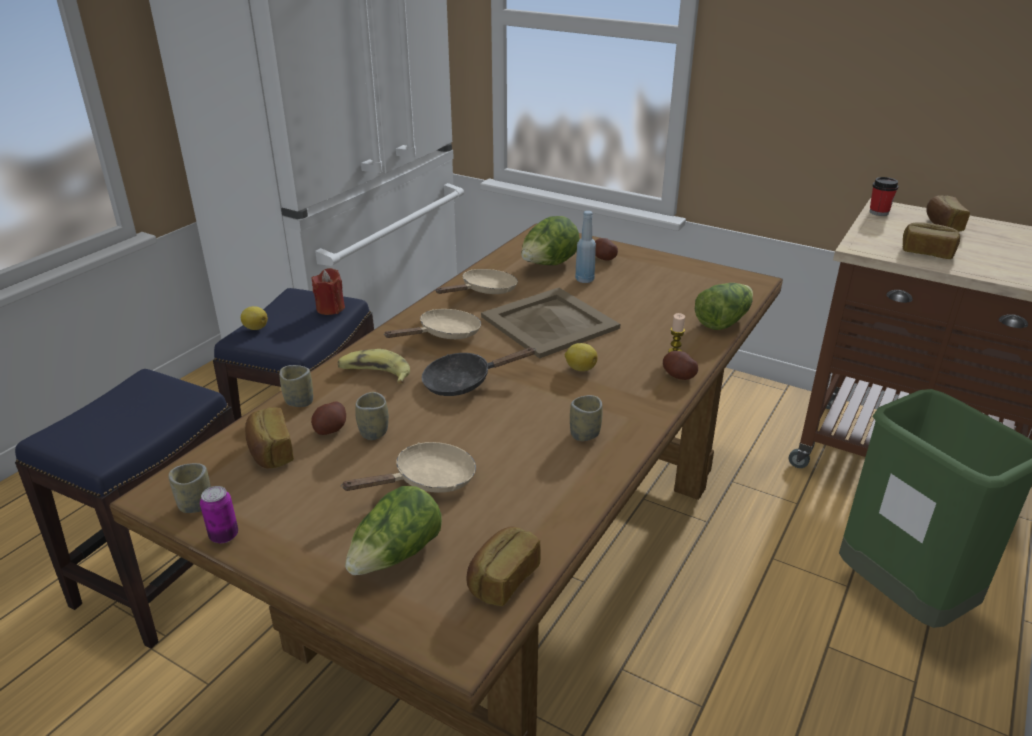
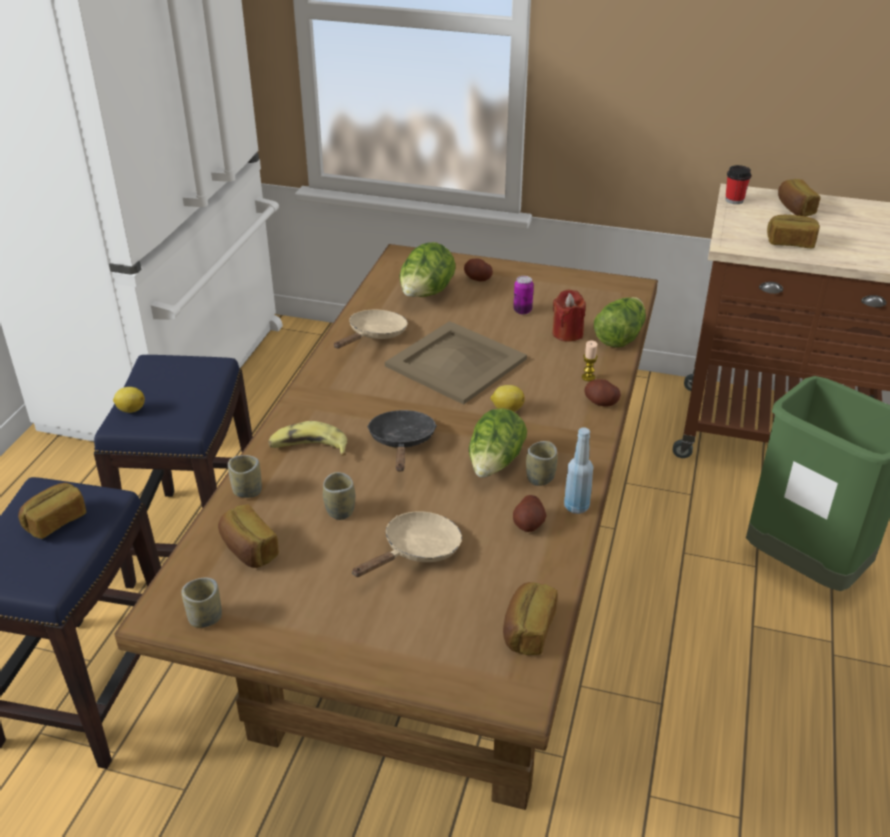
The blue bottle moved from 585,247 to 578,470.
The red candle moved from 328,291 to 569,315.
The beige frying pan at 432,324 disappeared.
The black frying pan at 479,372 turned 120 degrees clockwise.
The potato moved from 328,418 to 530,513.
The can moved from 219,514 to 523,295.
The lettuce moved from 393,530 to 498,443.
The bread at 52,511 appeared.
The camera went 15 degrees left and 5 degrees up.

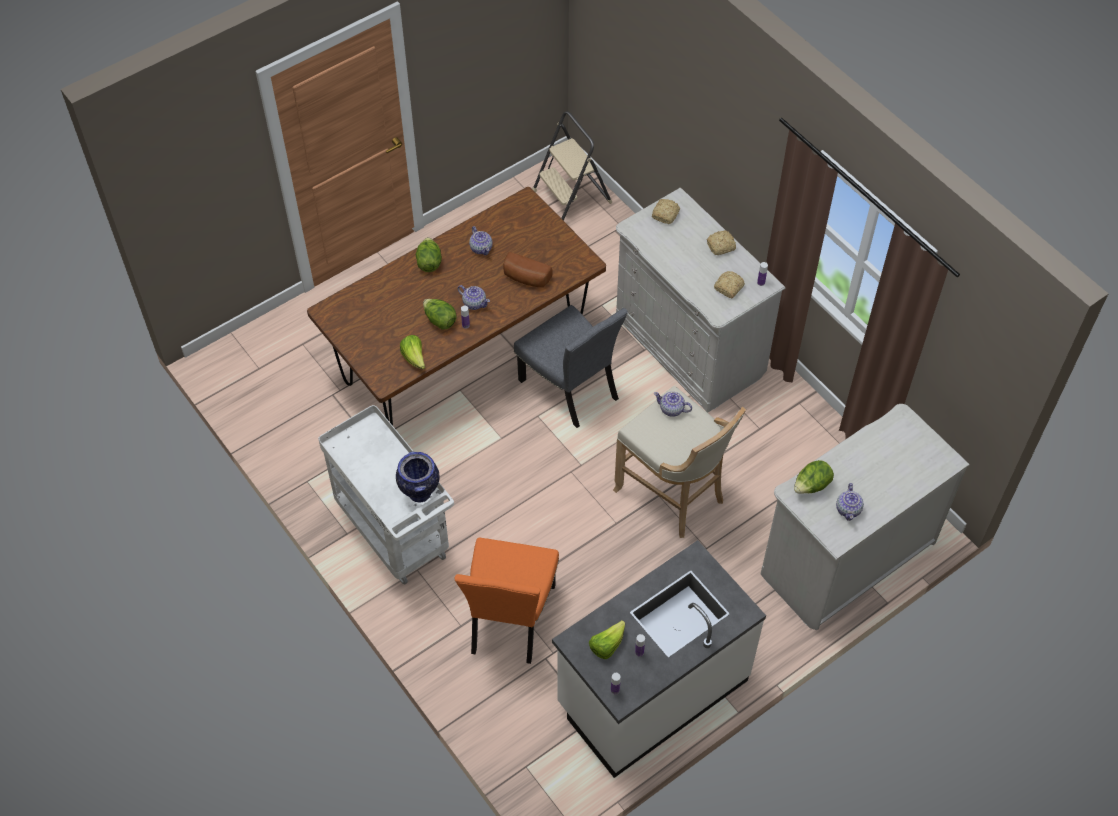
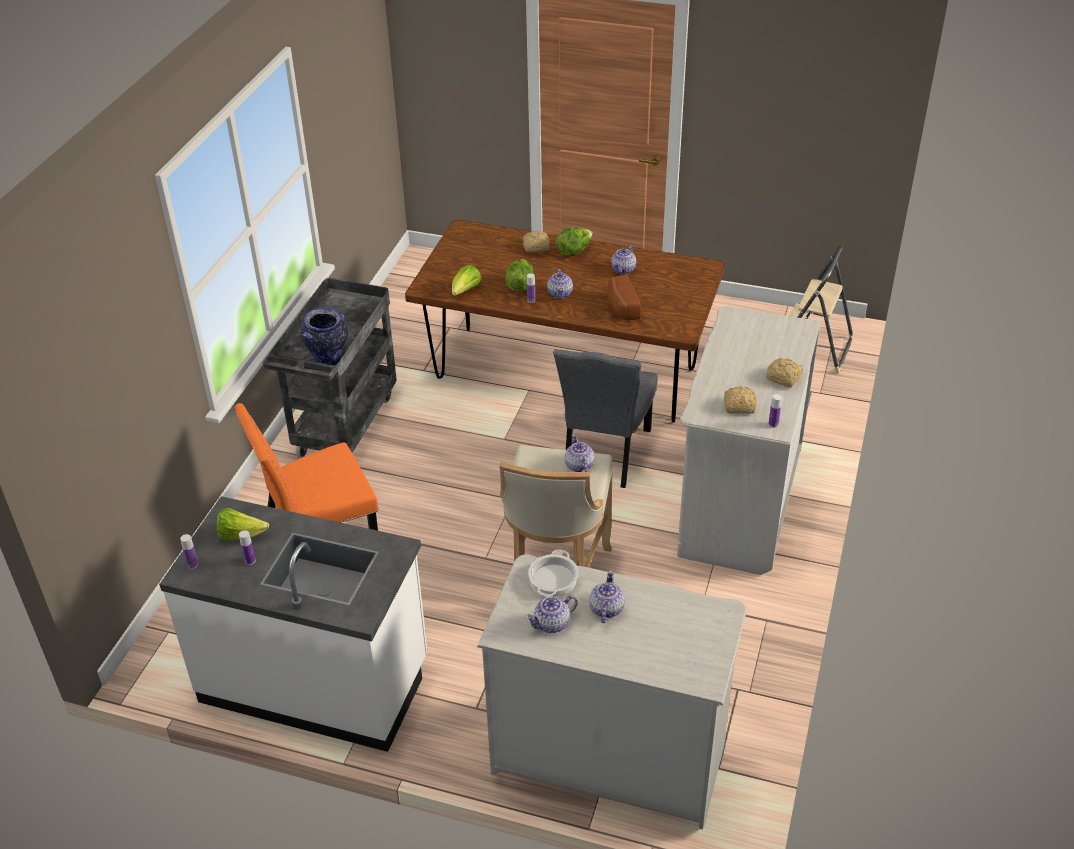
The bread moved from 666,211 to 536,241.
The white cart at 386,494 became the black cart at 330,368.
The lettuce at 814,477 was replaced by the cooking pot at 553,573.
The teapot at 607,596 appeared.
The camera went 55 degrees right and 15 degrees down.

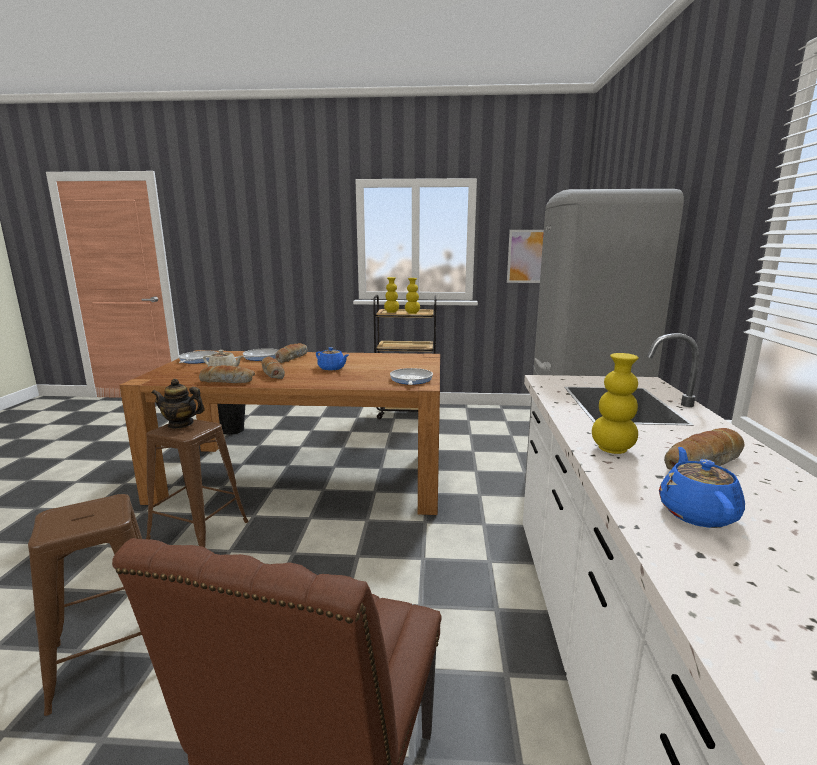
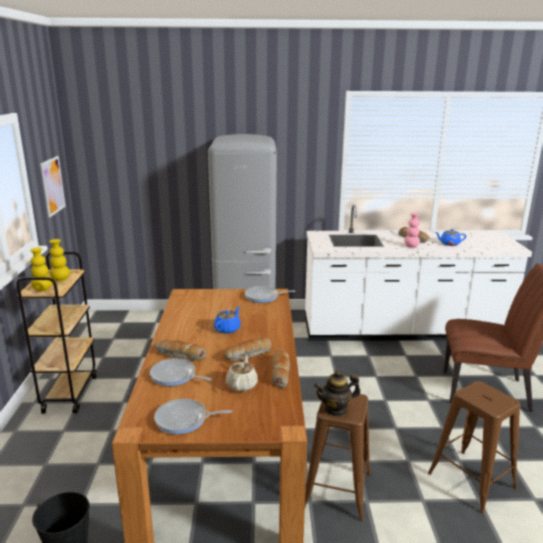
The yellow vase at 615,403 became the pink vase at 412,230.
The teapot at 178,404 turned 75 degrees clockwise.
The camera went 95 degrees left and 5 degrees up.

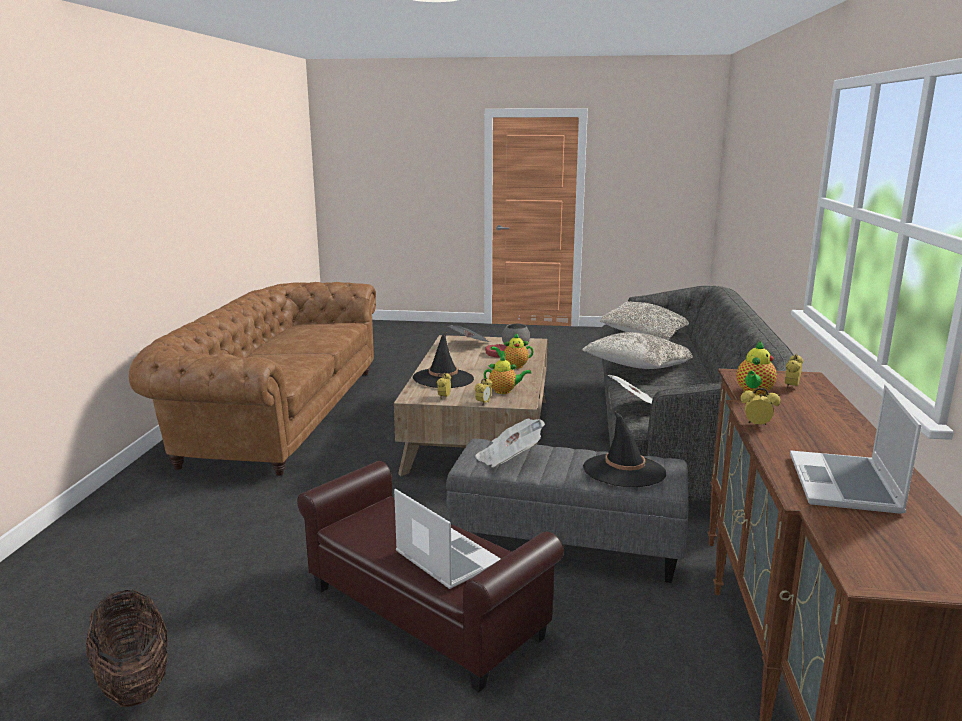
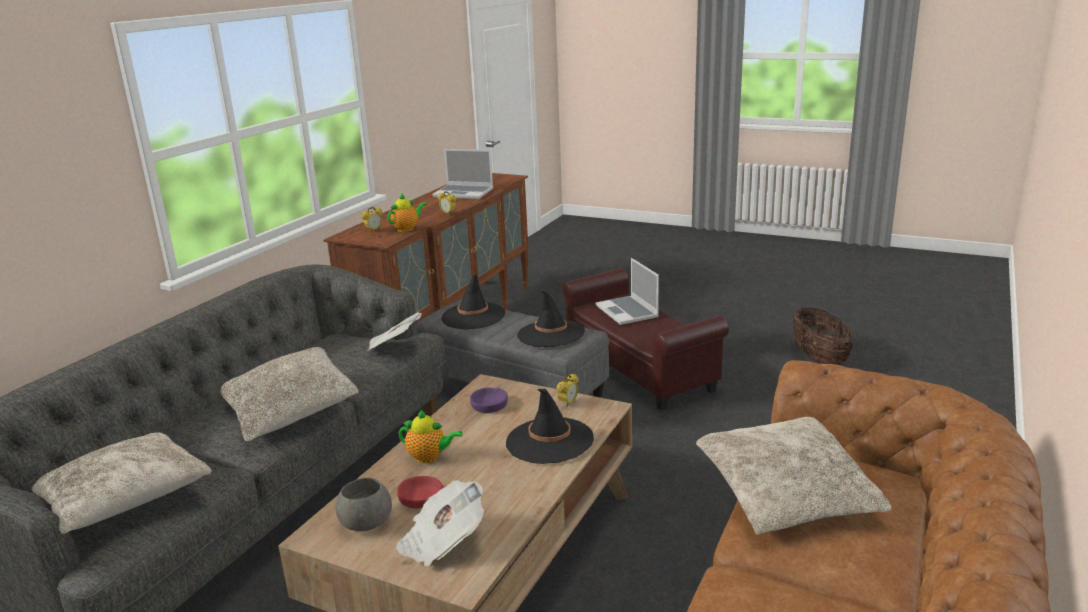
The teapot at 507,374 was replaced by the purple bowl at 489,400.
The alarm clock at 484,392 disappeared.
The laptop at 855,449 turned 75 degrees clockwise.
The newspaper at 510,443 was replaced by the black hat at 551,319.
The beige pillow at 793,476 appeared.
The camera went 160 degrees left and 5 degrees up.

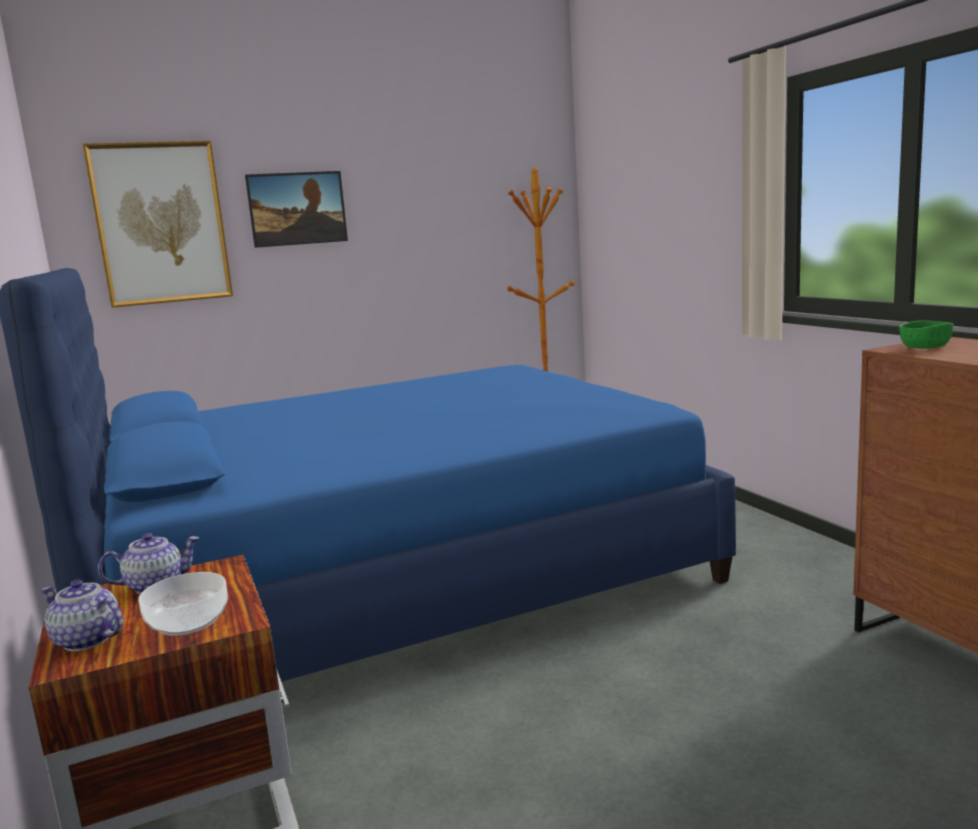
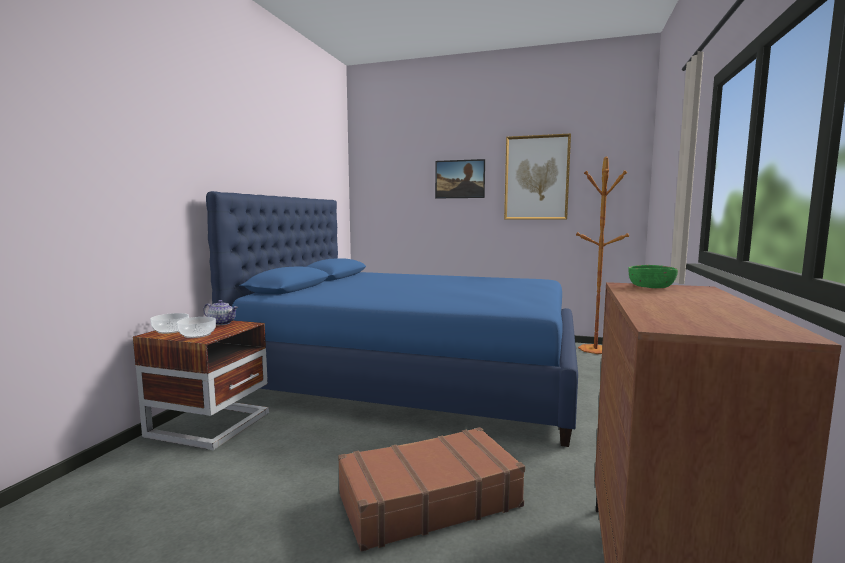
The picture moved from 158,224 to 537,176.
The teapot at 82,615 was replaced by the bowl at 169,323.
The brown suitcase at 431,489 appeared.
The camera went 40 degrees right and 5 degrees down.

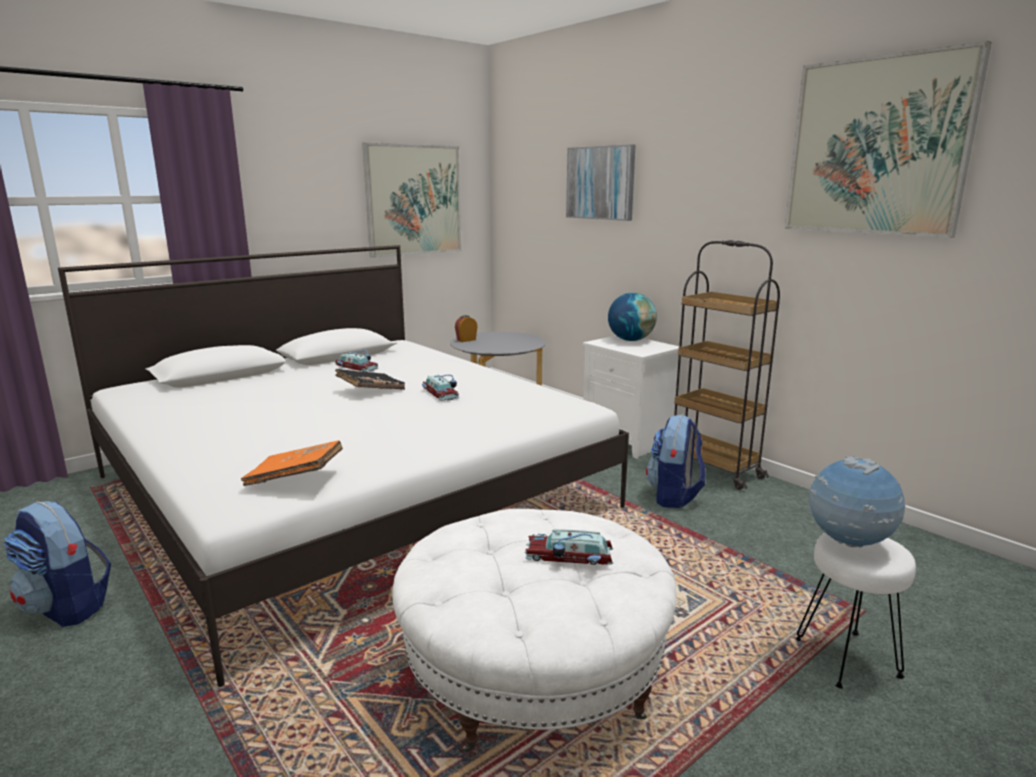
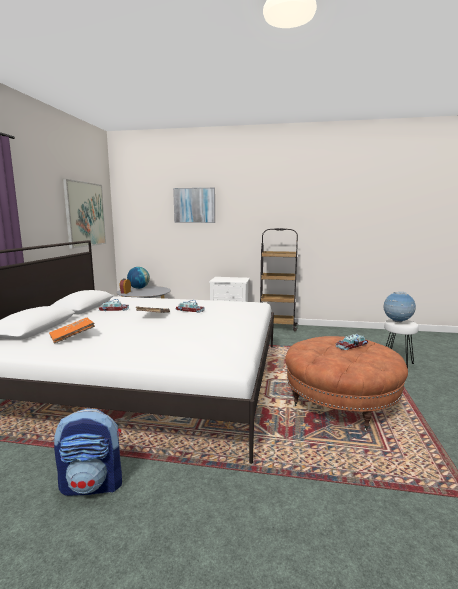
The picture at 888,139 disappeared.
The globe moved from 632,317 to 138,278.
The backpack at 676,461 disappeared.
The orange book moved from 292,463 to 72,330.
The white ottoman at 534,630 became the brown ottoman at 346,383.
The camera went 40 degrees left and 5 degrees down.

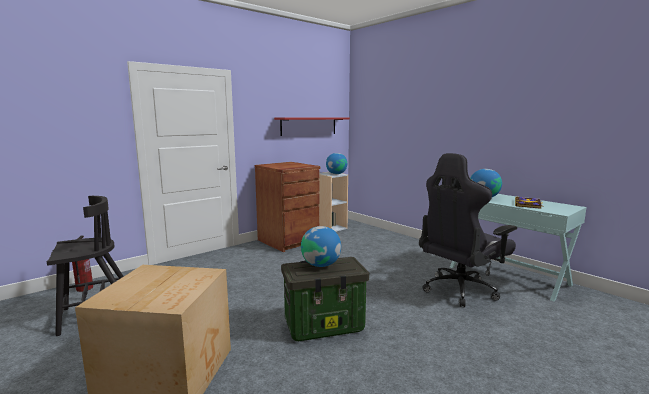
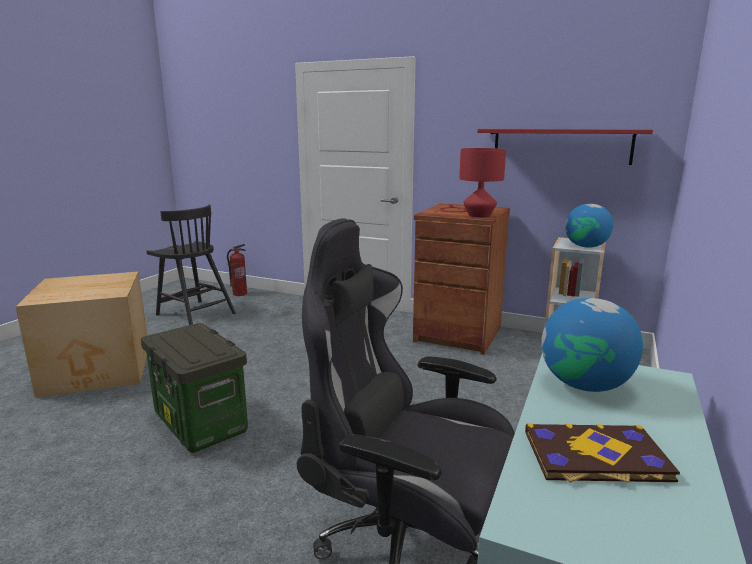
The globe at 321,246 disappeared.
The red table lamp at 472,182 appeared.
The camera went 65 degrees right and 5 degrees up.

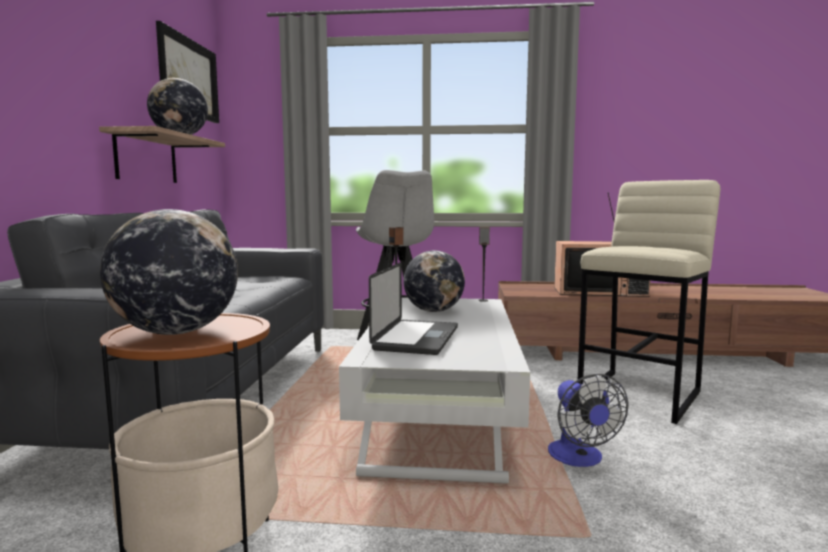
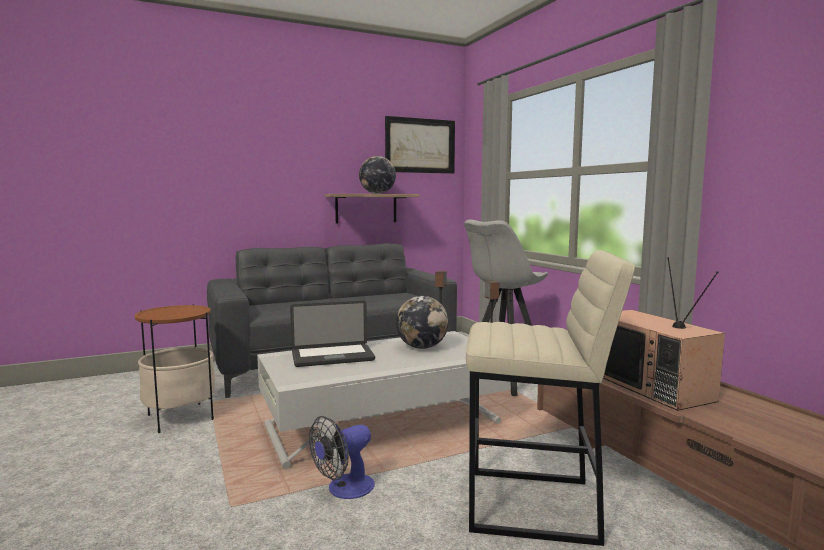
The globe at 169,272 disappeared.
The camera went 60 degrees right and 0 degrees up.

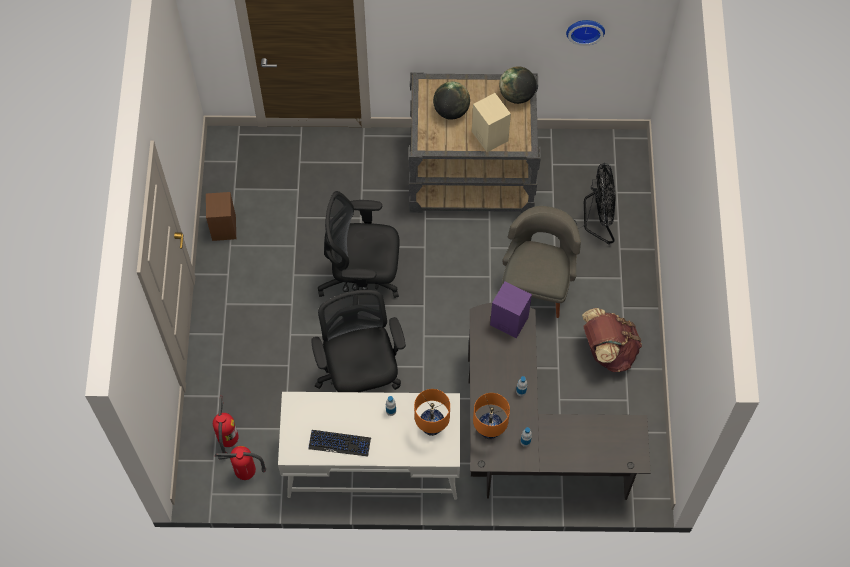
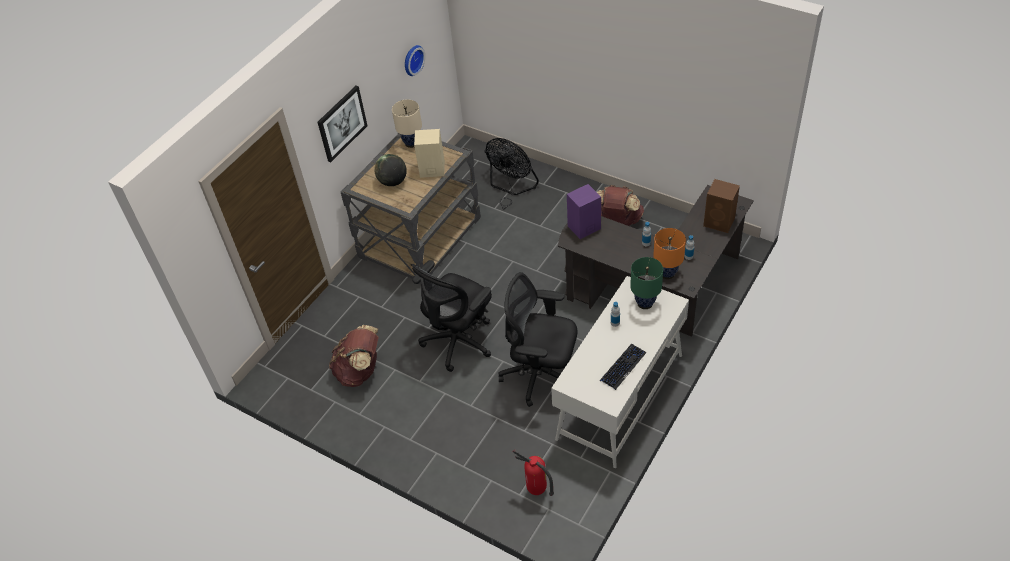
The globe at 518,85 was replaced by the beige table lamp at 407,123.
The brown speaker moved from 221,216 to 721,206.
The grey chair at 541,262 disappeared.
The orange table lamp at 432,412 became the green table lamp at 646,283.
The fire extinguisher at 240,463 disappeared.
The picture at 342,123 appeared.
The brown backpack at 353,356 appeared.
The camera went 55 degrees left and 15 degrees down.

